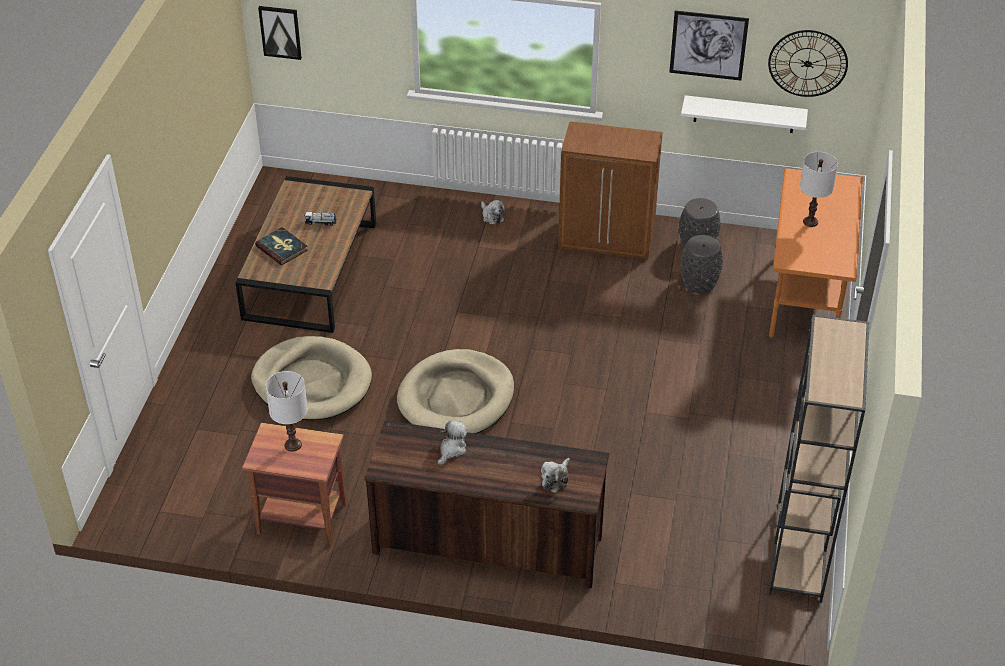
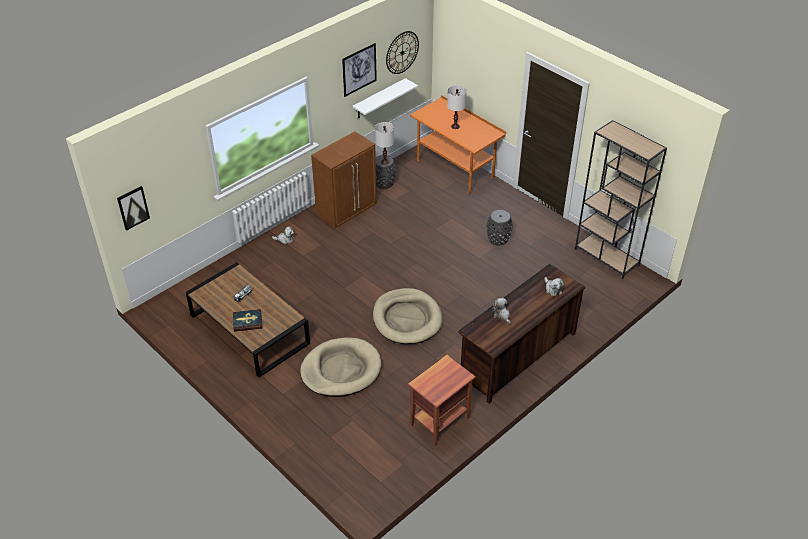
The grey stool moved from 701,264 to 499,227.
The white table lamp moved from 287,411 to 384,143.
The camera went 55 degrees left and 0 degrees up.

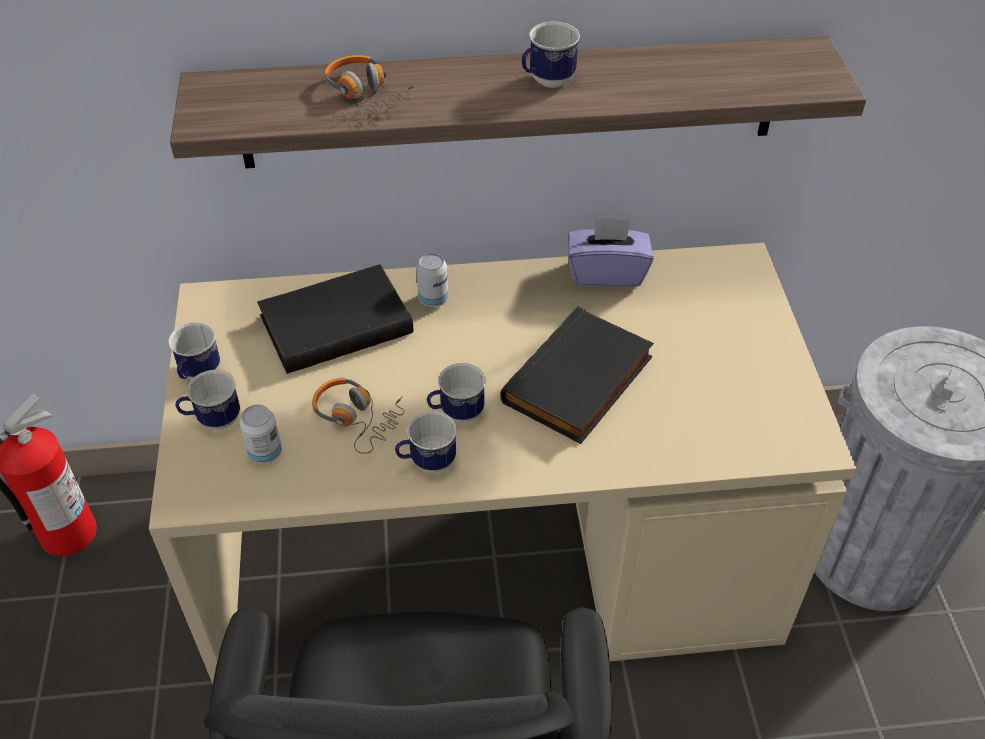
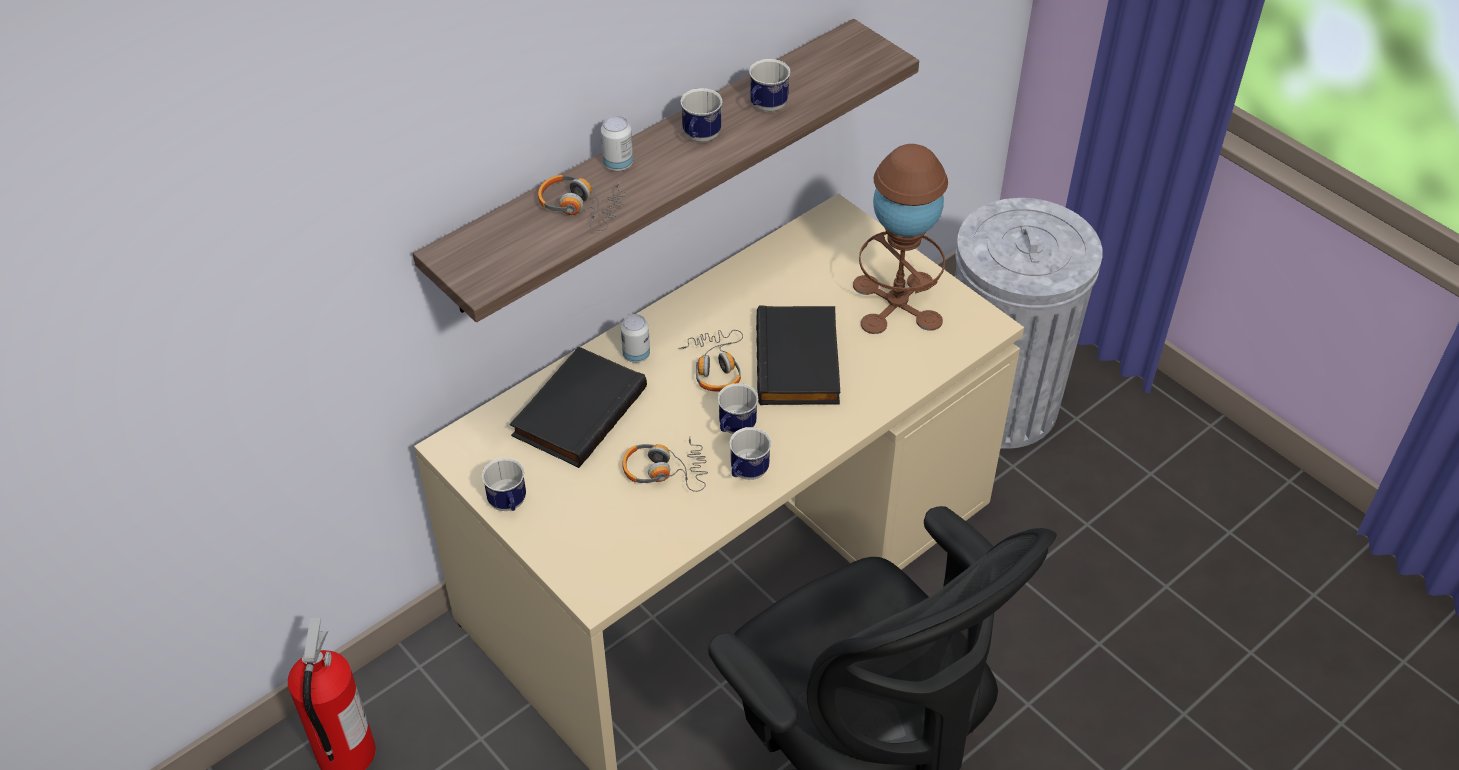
The purple tissue box at 611,252 disappeared.
The mug moved from 207,400 to 769,85.
The can moved from 261,434 to 617,143.
The brown table lamp at 900,239 appeared.
The headphones at 710,361 appeared.
The camera went 35 degrees left and 0 degrees up.

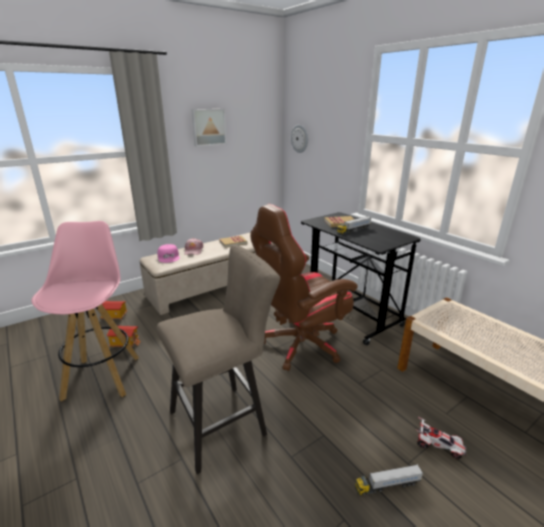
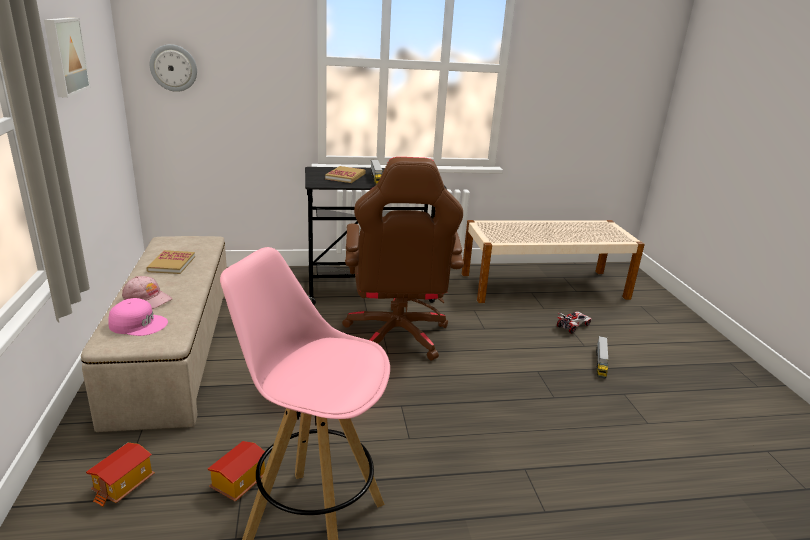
The beige stool at 218,359 disappeared.
The camera went 65 degrees left and 0 degrees up.

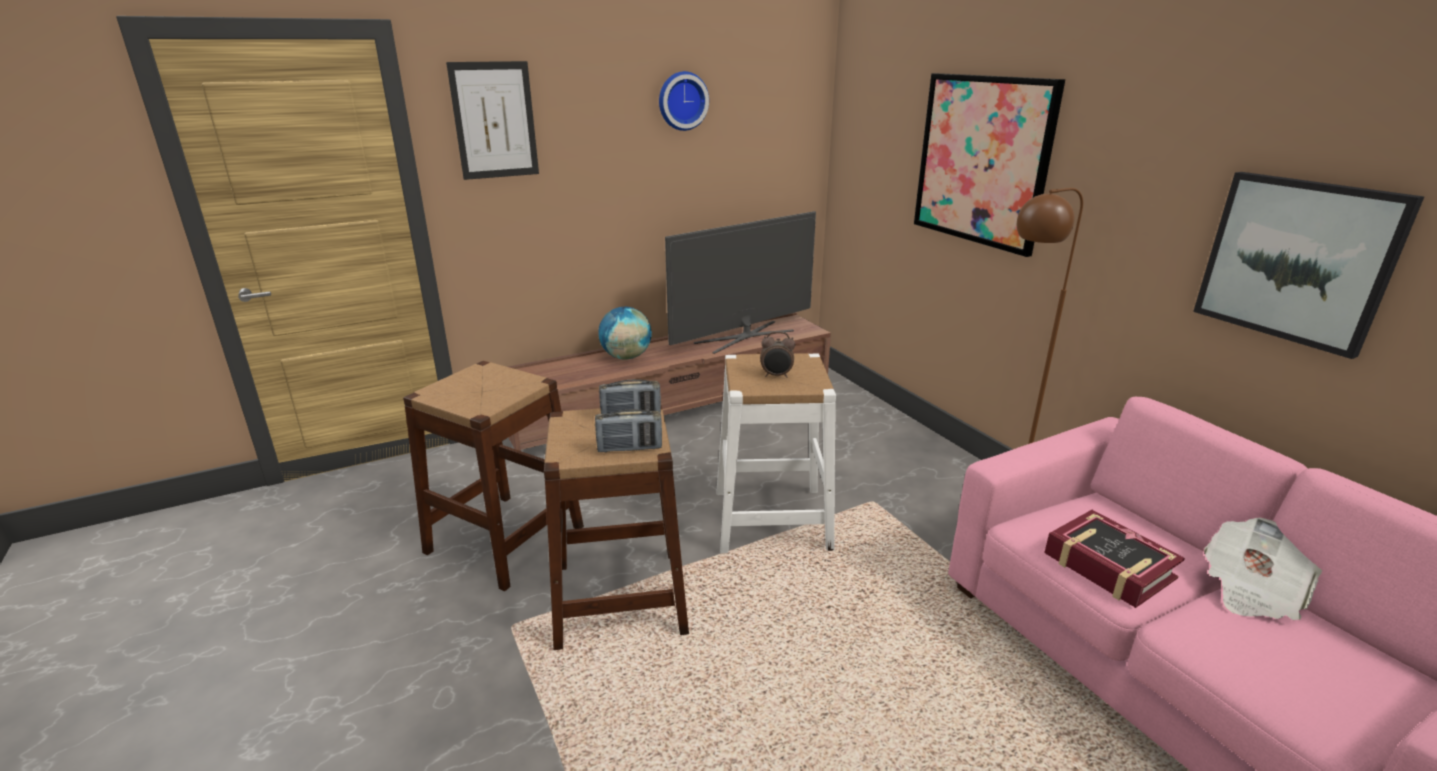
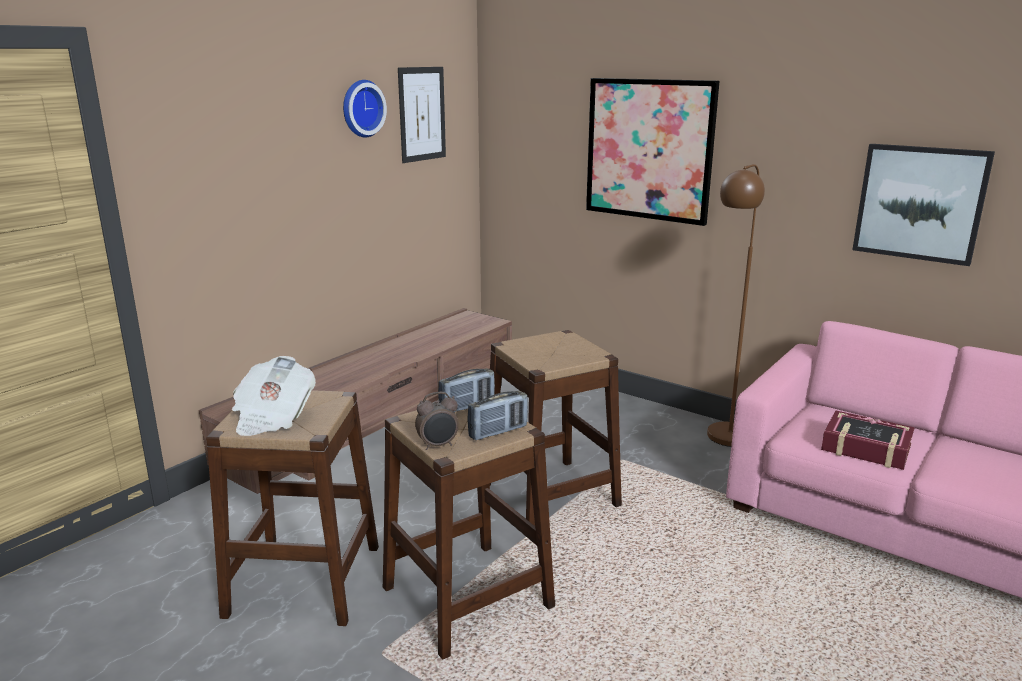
The picture moved from 492,120 to 422,115.
The television at 740,282 disappeared.
The globe at 625,333 disappeared.
The alarm clock moved from 778,354 to 437,421.
The white stool at 776,453 became the brown stool at 556,428.
The newspaper moved from 1263,569 to 274,396.
The camera went 25 degrees left and 5 degrees down.

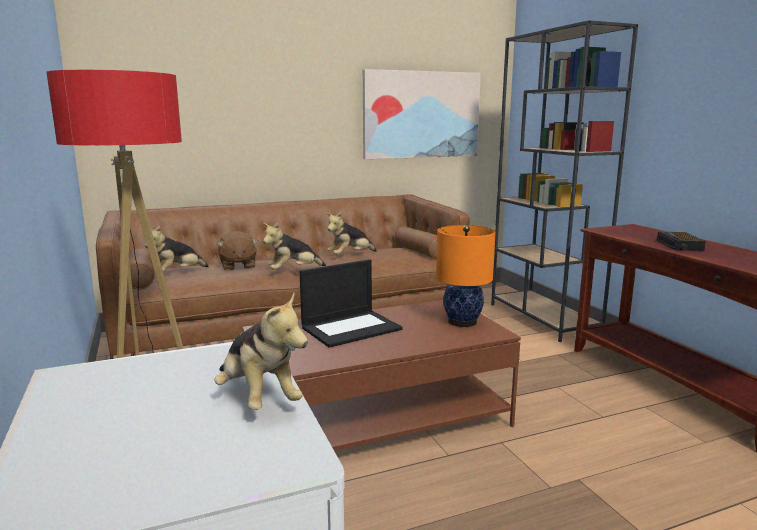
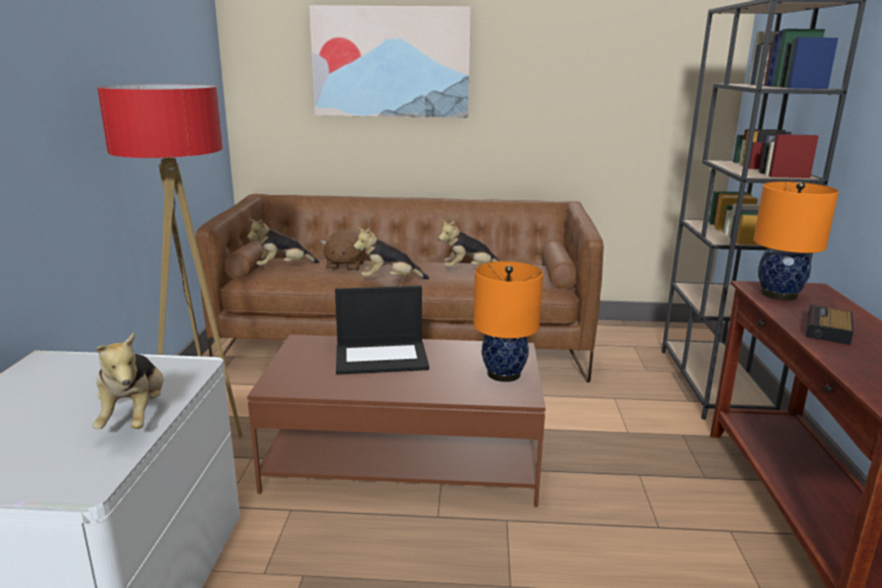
The picture moved from 422,114 to 390,61.
The orange table lamp at 796,241 appeared.
The camera went 25 degrees right and 5 degrees up.

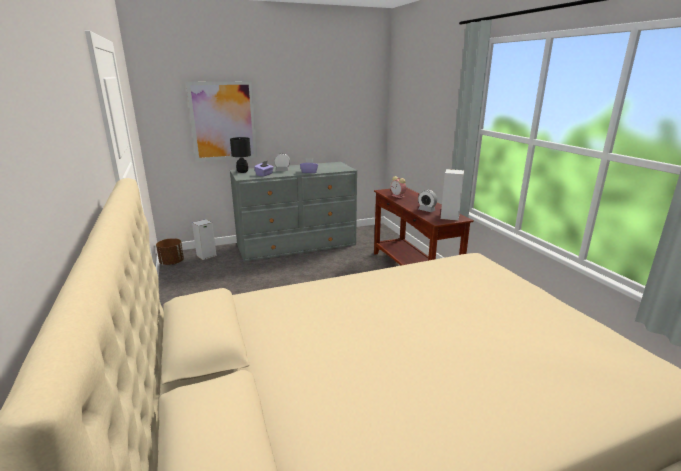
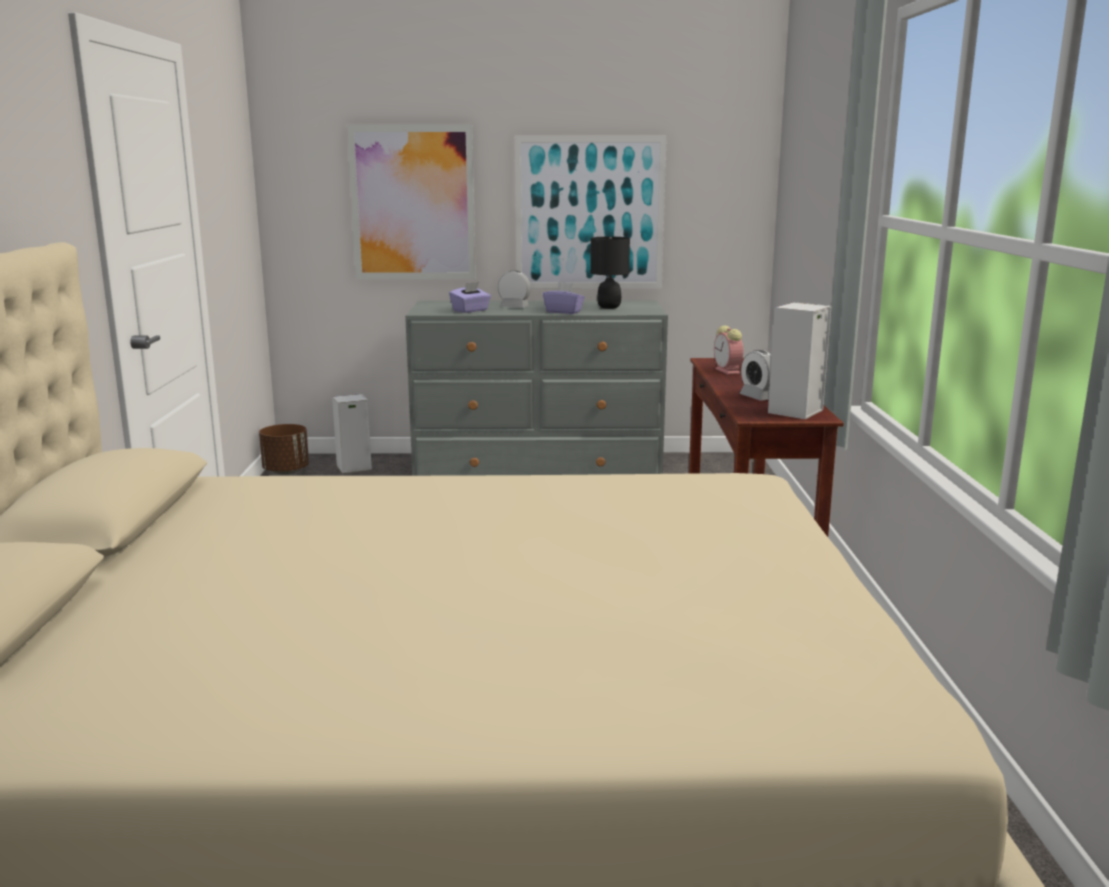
The black table lamp moved from 240,155 to 610,273.
The picture at 591,212 appeared.
The camera went 20 degrees right and 5 degrees down.

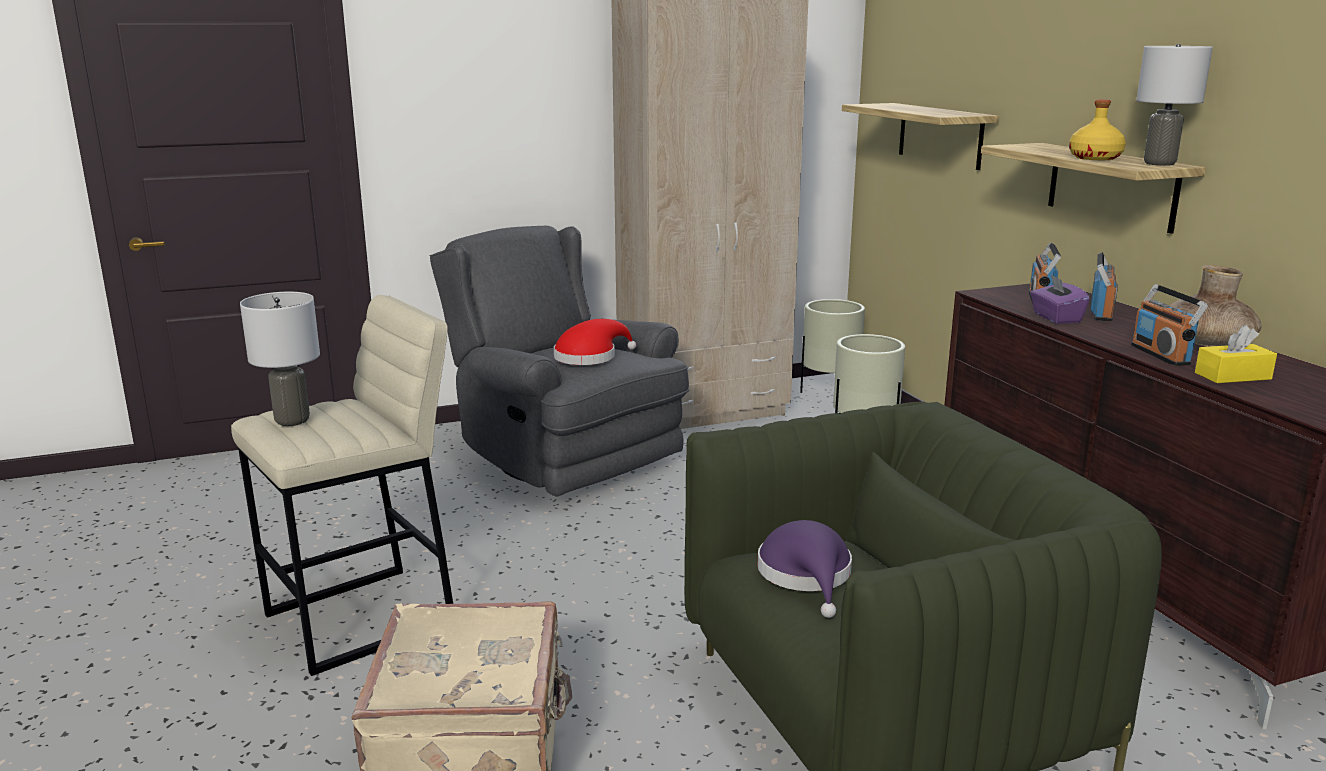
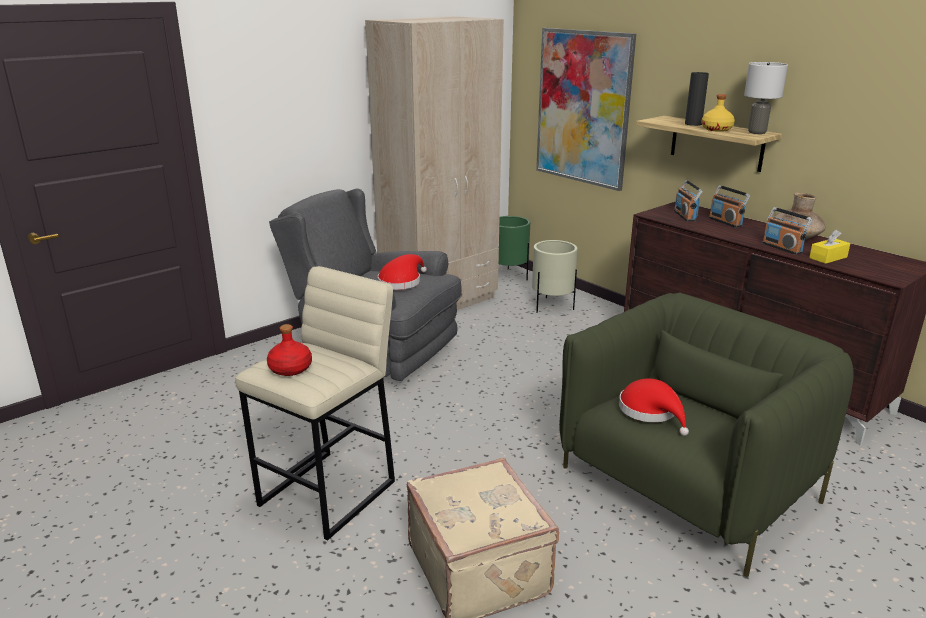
The shelf at 920,136 was replaced by the picture at 586,109.
The radio at 1104,287 turned 150 degrees clockwise.
The purple tissue box at 1060,299 disappeared.
The white table lamp at 280,359 was replaced by the red bottle at 289,350.
The beige planter at 832,346 became the green planter at 514,248.
The purple hat at 804,569 became the red hat at 654,407.
The black vase at 697,99 appeared.
The camera went 20 degrees left and 5 degrees up.

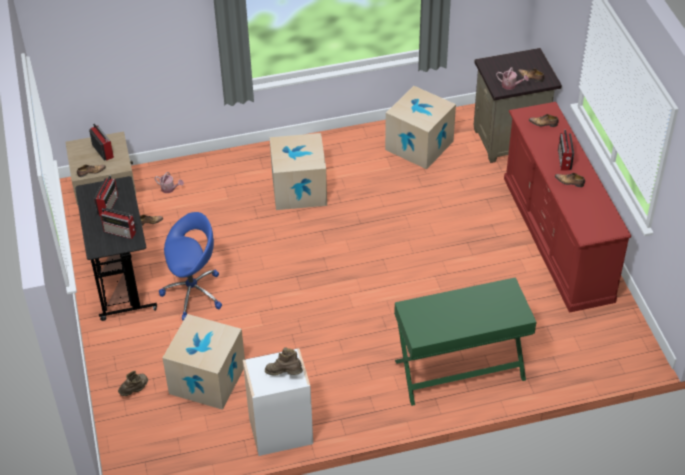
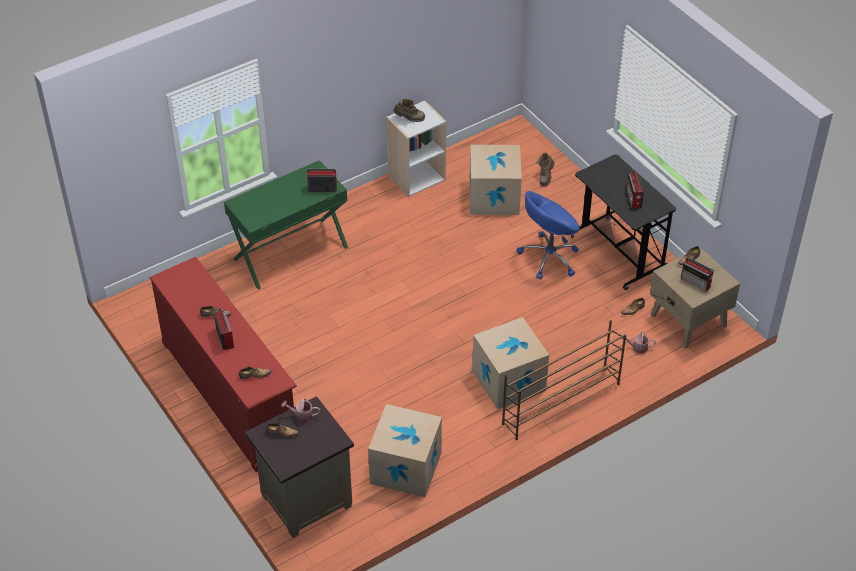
The radio moved from 118,223 to 321,180.
The brown shoe rack at 564,380 appeared.
The camera went 160 degrees right and 0 degrees up.

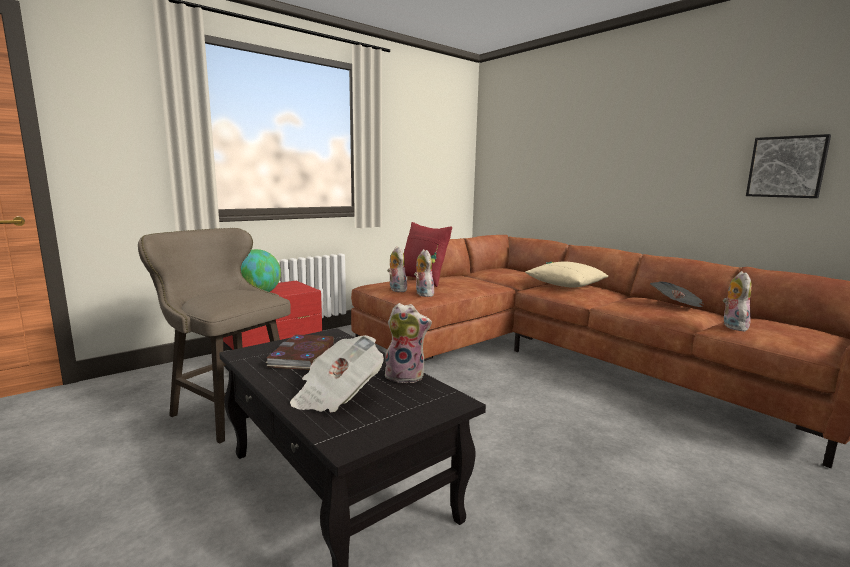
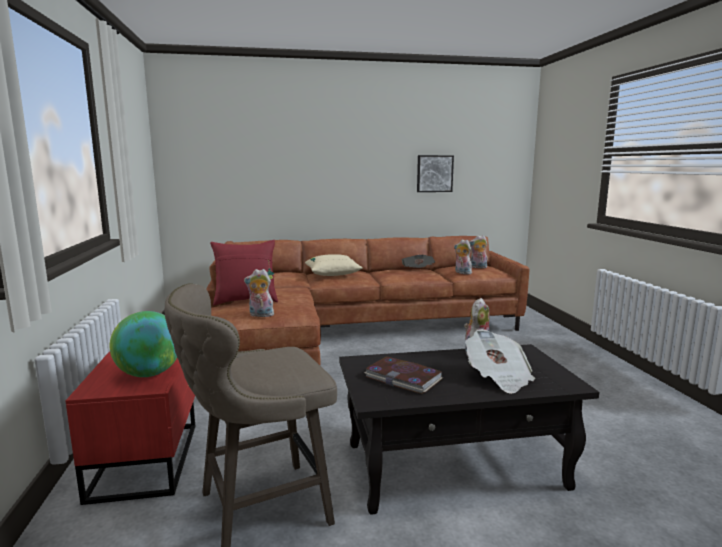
The plush toy moved from 424,273 to 478,251.
The camera went 60 degrees left and 0 degrees up.

